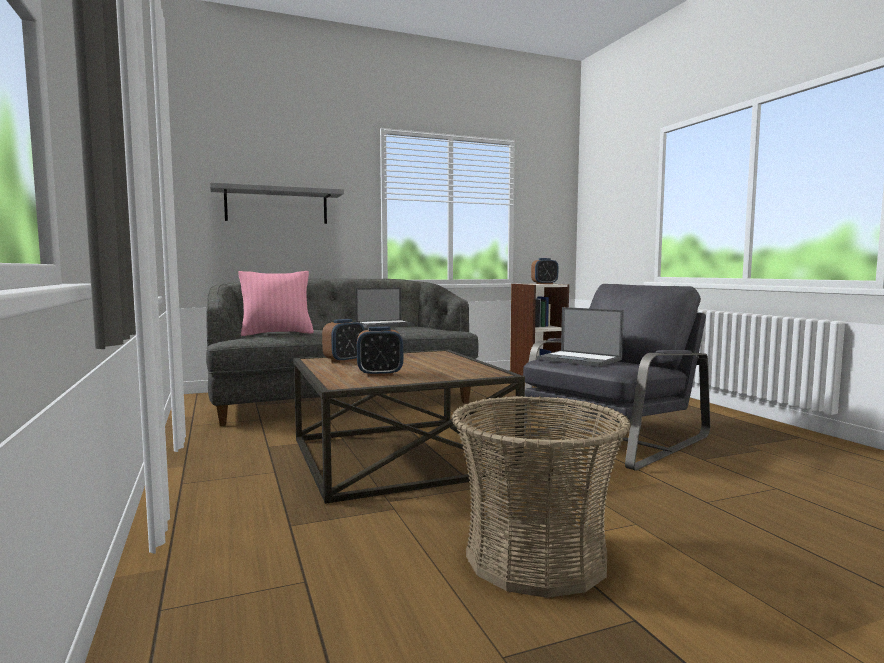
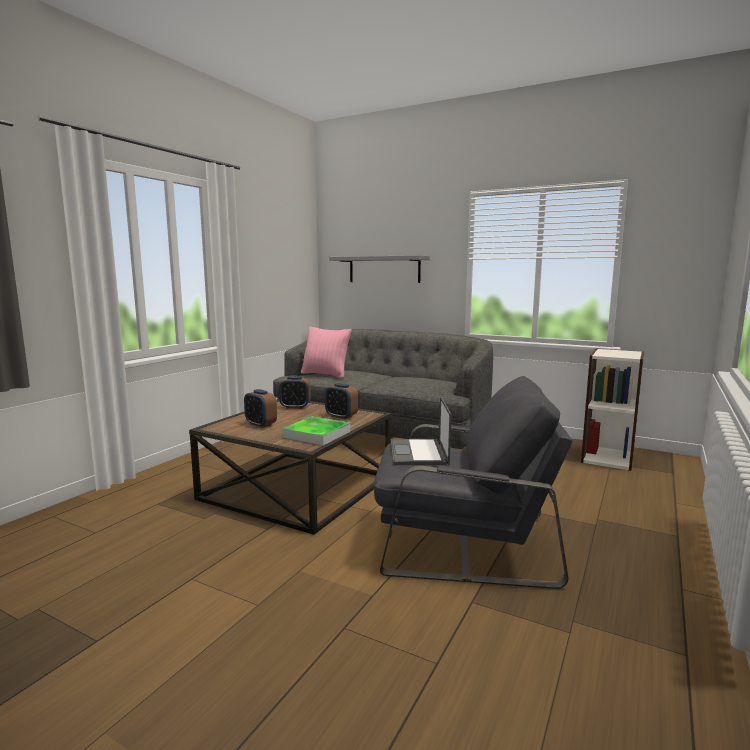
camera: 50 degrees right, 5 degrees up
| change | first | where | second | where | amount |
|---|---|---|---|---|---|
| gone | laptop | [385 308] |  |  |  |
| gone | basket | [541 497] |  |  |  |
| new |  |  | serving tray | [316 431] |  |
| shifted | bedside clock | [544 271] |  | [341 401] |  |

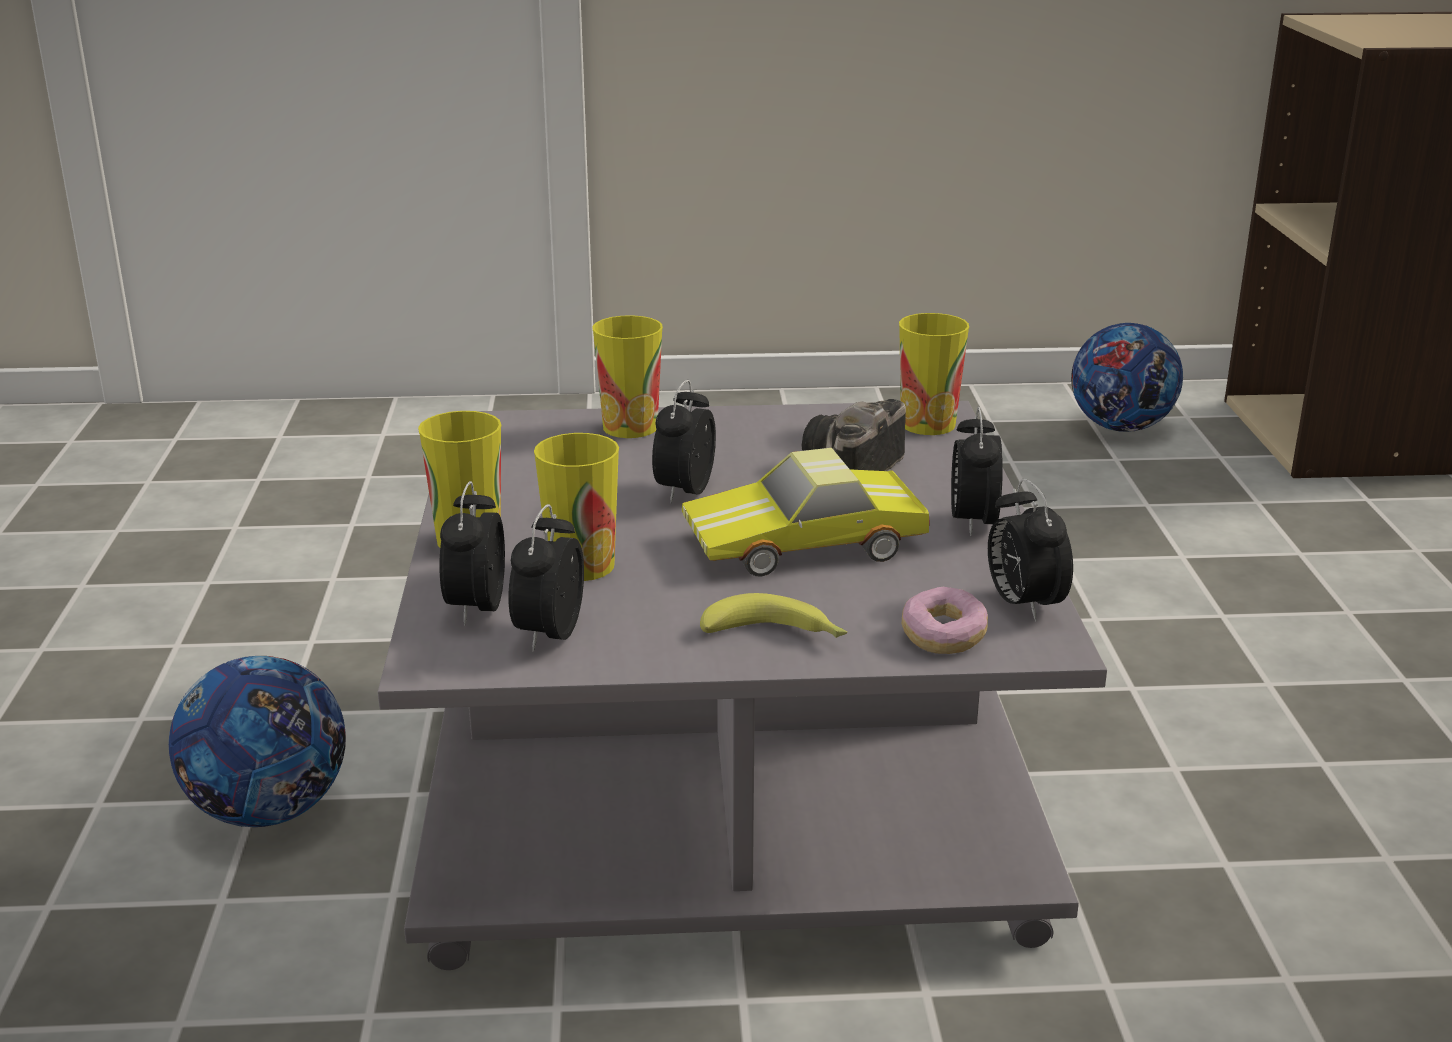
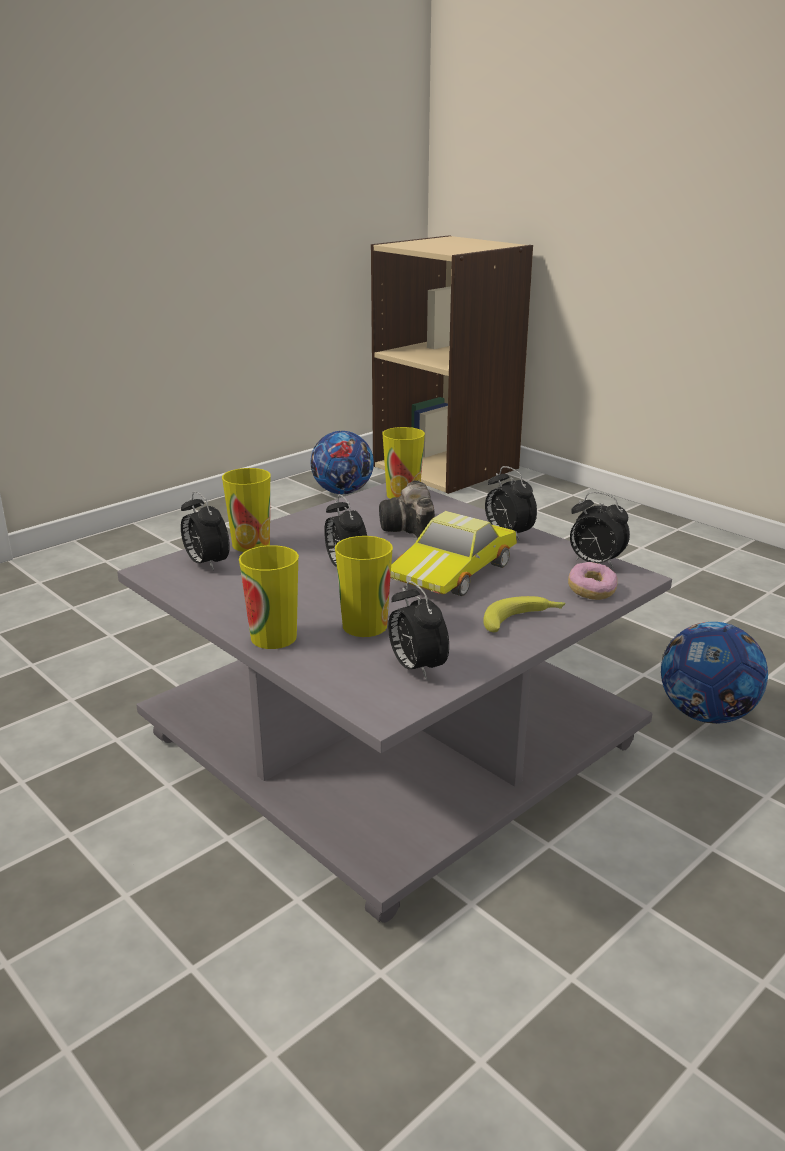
camera: 40 degrees left, 0 degrees up
| change | first | where | second | where | amount |
|---|---|---|---|---|---|
| shifted | football ball | [257 741] |  | [714 673] |  |
| shifted | bedside clock | [472 553] |  | [205 531] |  |

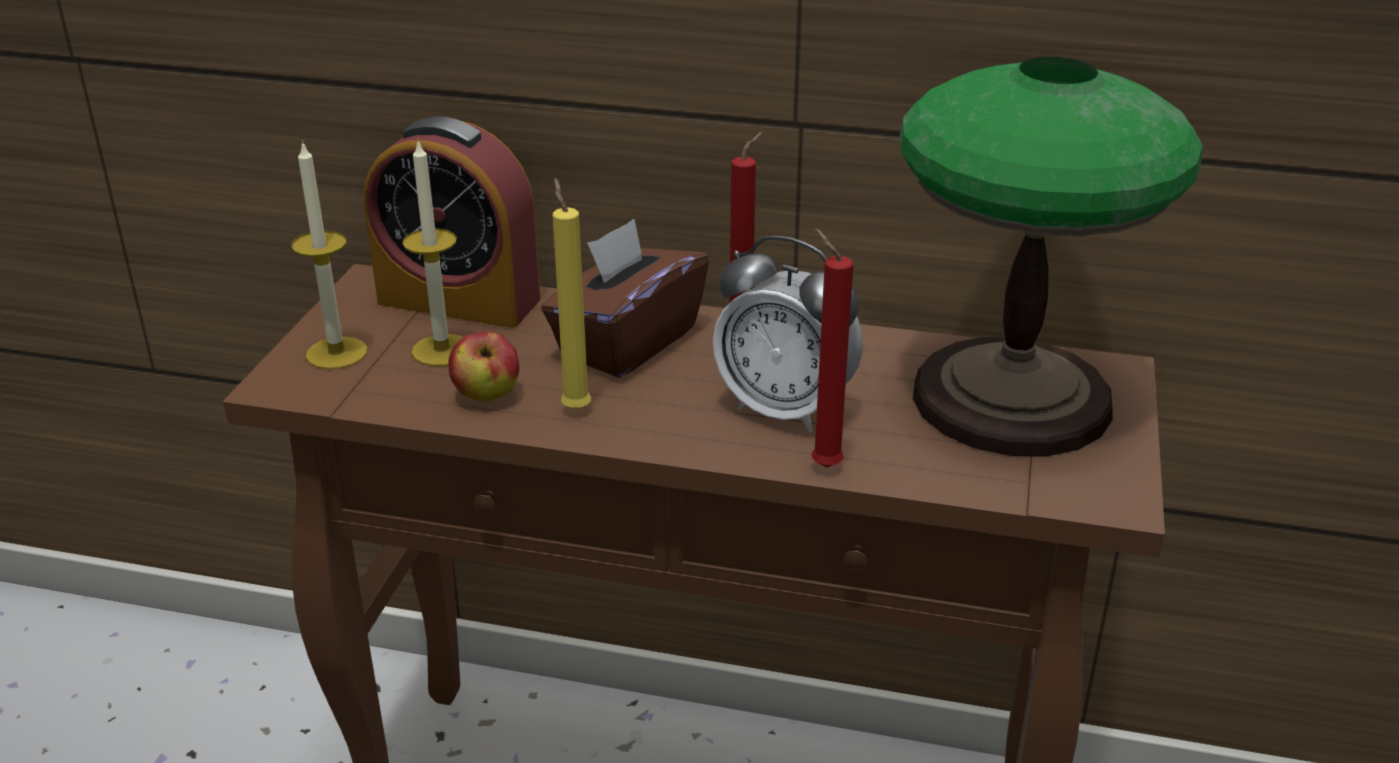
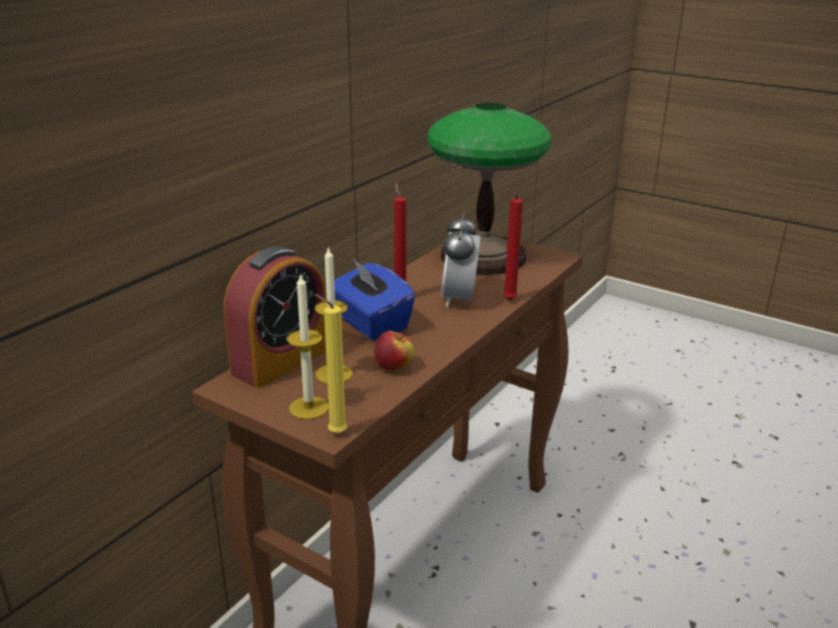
camera: 70 degrees left, 5 degrees down
| change | first | where | second | where | amount |
|---|---|---|---|---|---|
| shifted | yellowish wax light | [572 294] |  | [330 364] |  |
| repainted | brownish box of tissues | [625 298] | bluish box of tissues | [374 299] |  |
| rotated | bedside clock | [788 334] |  | [461 258] | 135 degrees clockwise |

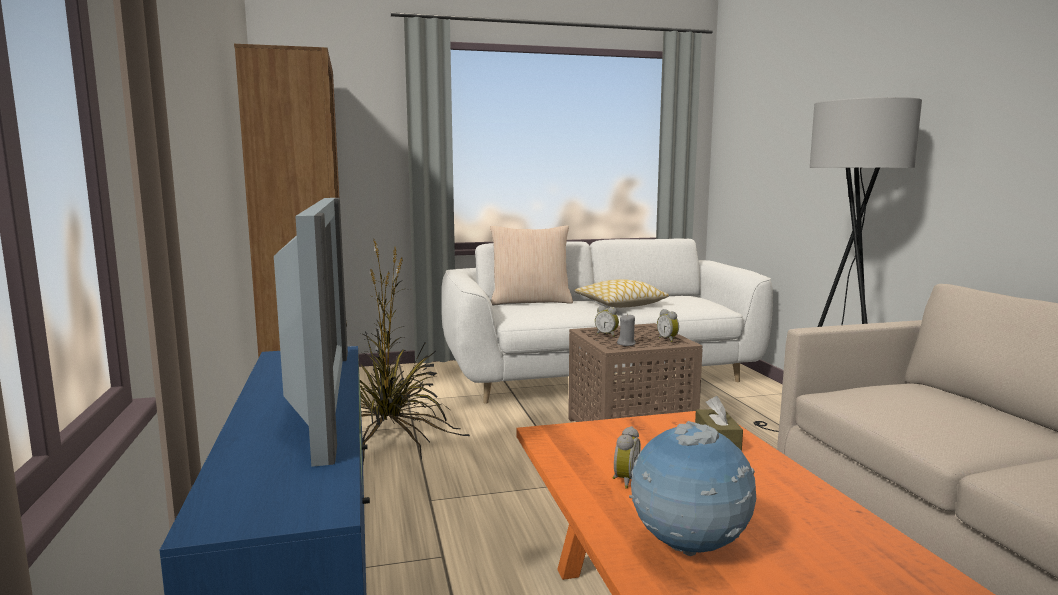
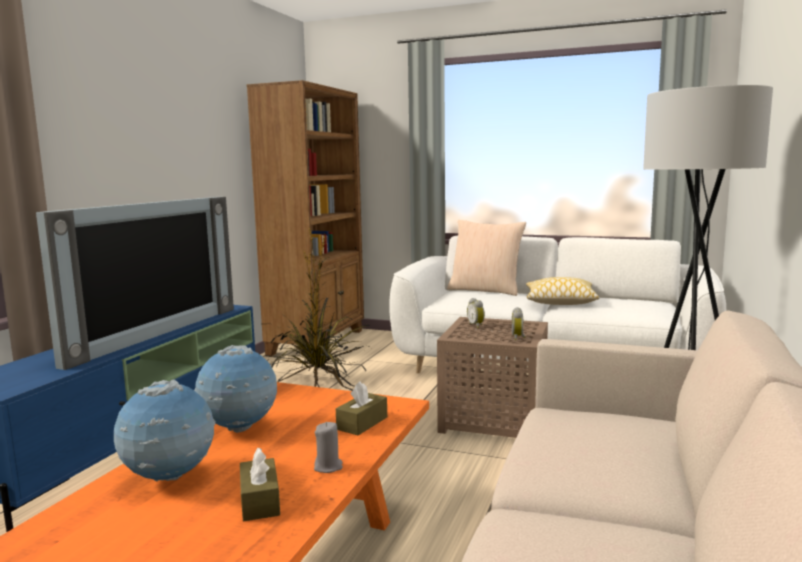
camera: 35 degrees right, 0 degrees up
| change | first | where | second | where | amount |
|---|---|---|---|---|---|
| new |  |  | brownish box of tissues | [260 484] |  |
| shifted | gray wax light | [626 330] |  | [328 447] |  |
| swapped | bedside clock | [627 457] | globe | [235 389] |  |

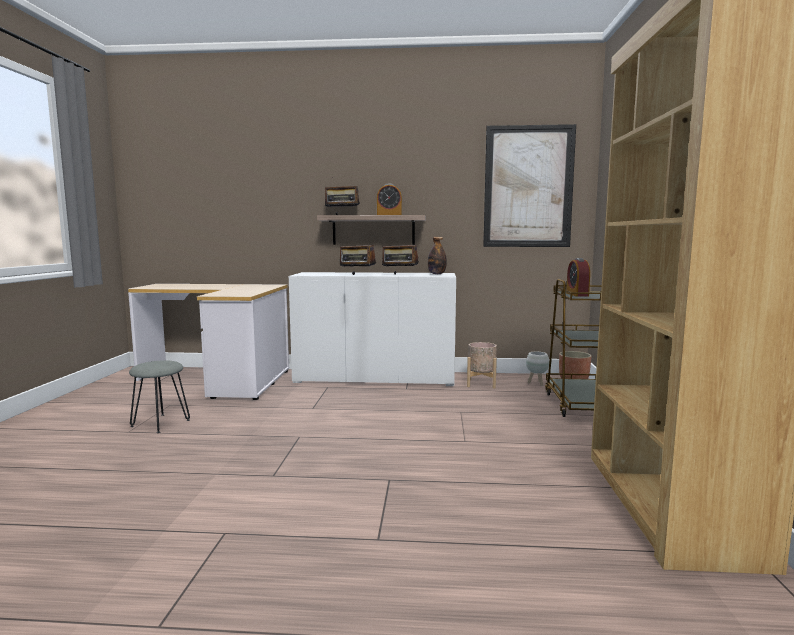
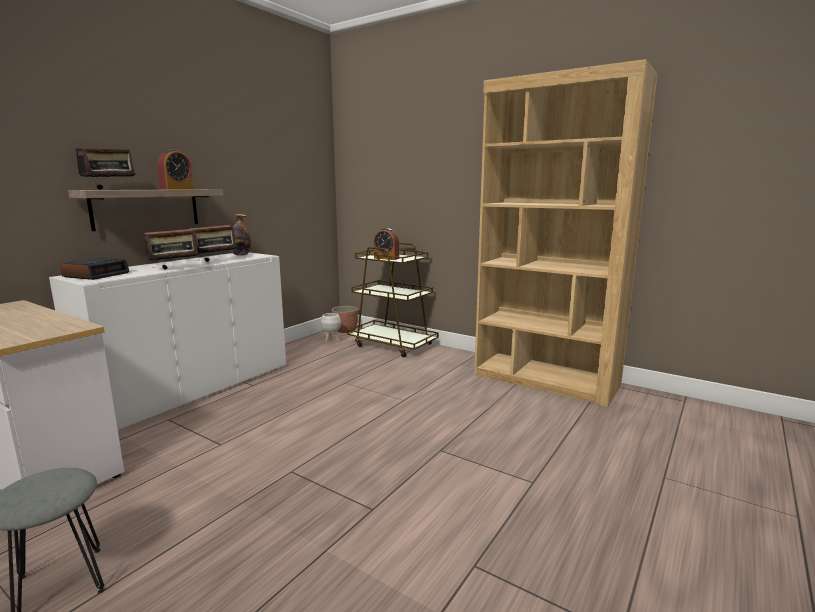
camera: 60 degrees left, 5 degrees up
| change | first | where | second | where | amount |
|---|---|---|---|---|---|
| gone | beige-coloured plant pot | [482 365] |  |  |  |
| gone | wall art | [529 185] |  |  |  |
| new |  |  | bedside clock | [95 269] |  |

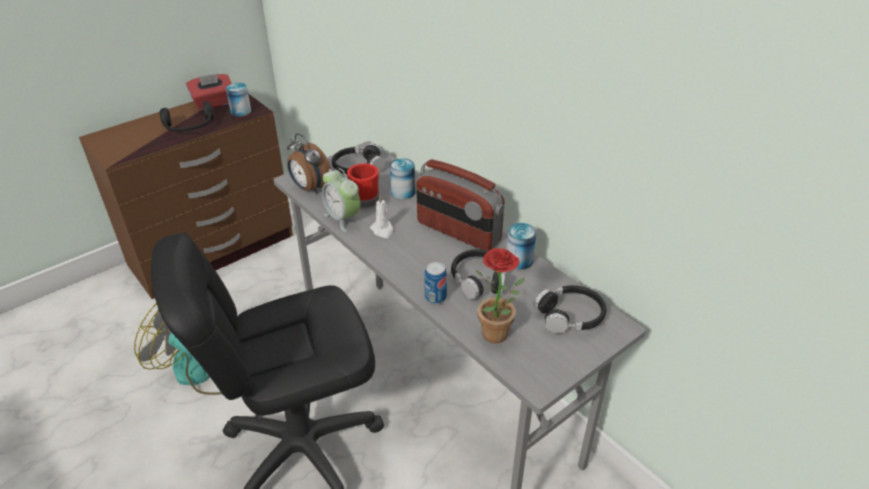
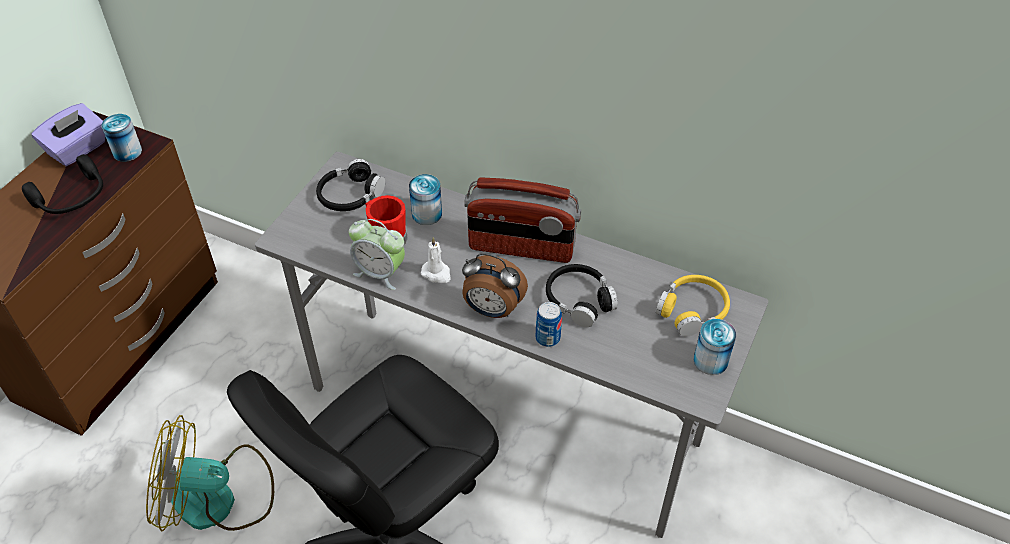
camera: 25 degrees left, 10 degrees up
| change | first | where | second | where | amount |
|---|---|---|---|---|---|
| gone | houseplant | [500 295] |  |  |  |
| shifted | bedside clock | [309 163] |  | [495 285] |  |
| shifted | sealed can | [521 246] |  | [715 347] |  |
| repainted | reddish box of tissues | [209 92] | purple-coloured box of tissues | [68 134] |  |
| repainted | black headphones | [570 309] | yellowish headphones | [693 305] |  |

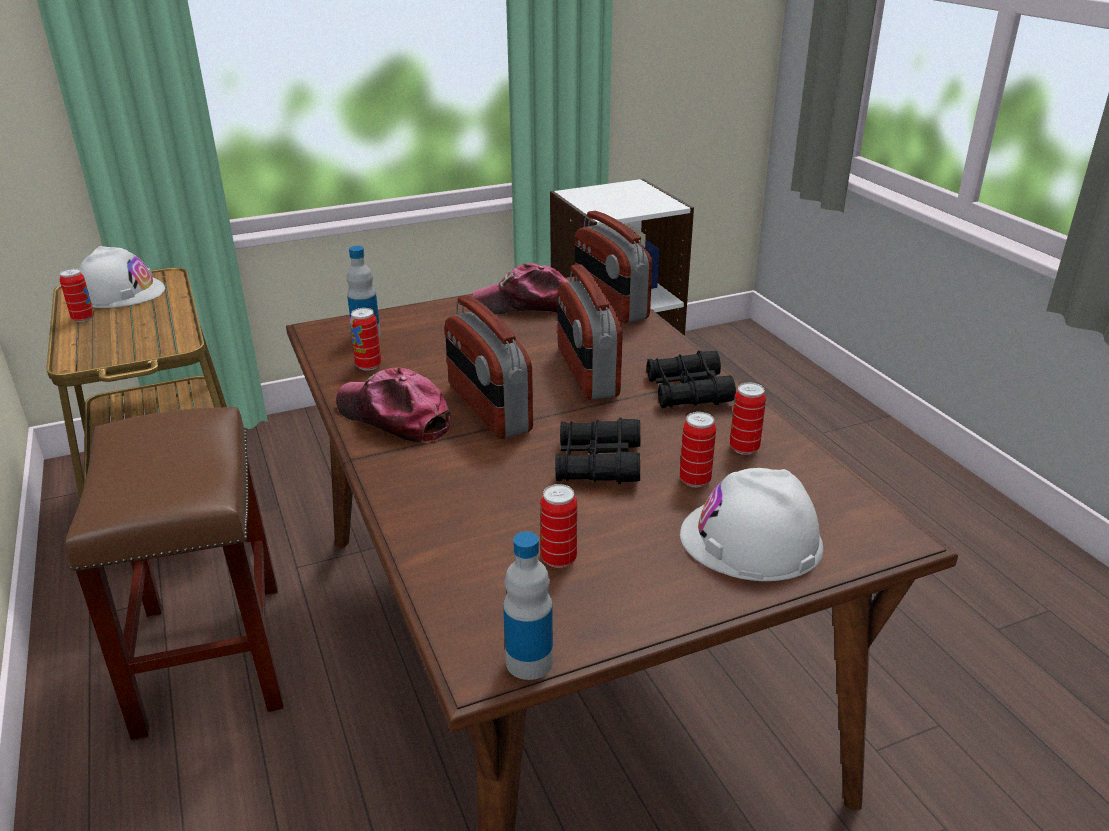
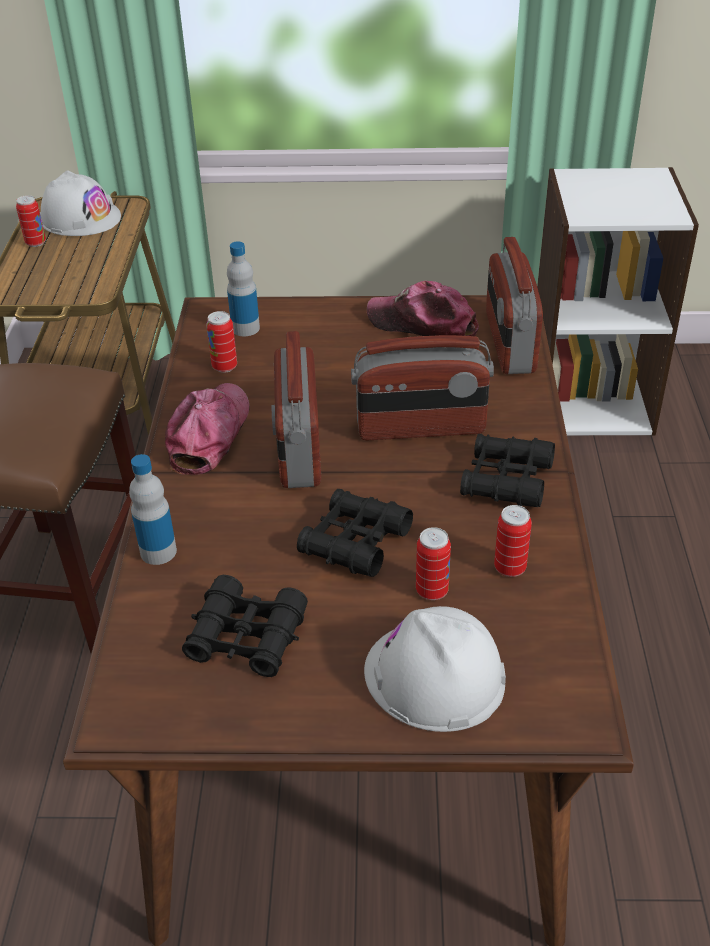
camera: 25 degrees right, 10 degrees up
| change | first | where | second | where | amount |
|---|---|---|---|---|---|
| shifted | beverage bottle | [528 606] |  | [153 509] |  |
| swapped | sealed can | [558 526] | black pair of binoculars | [245 626] |  |
| rotated | peaked cap | [393 405] |  | [207 429] | 45 degrees clockwise |
| rotated | radio set | [590 332] |  | [422 387] | 105 degrees counterclockwise |

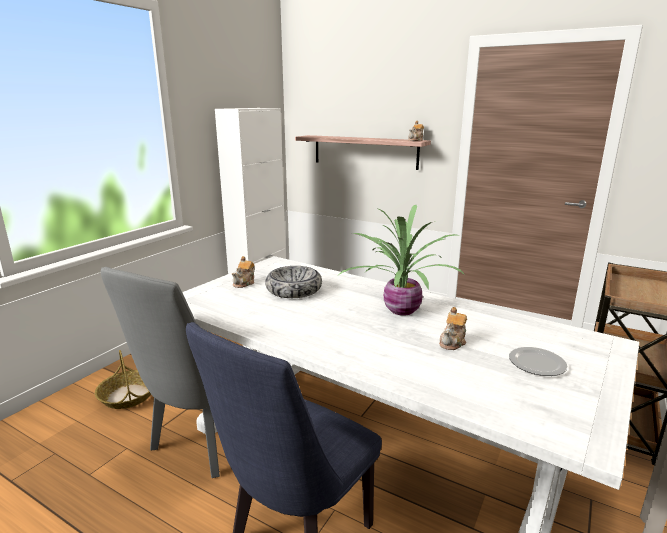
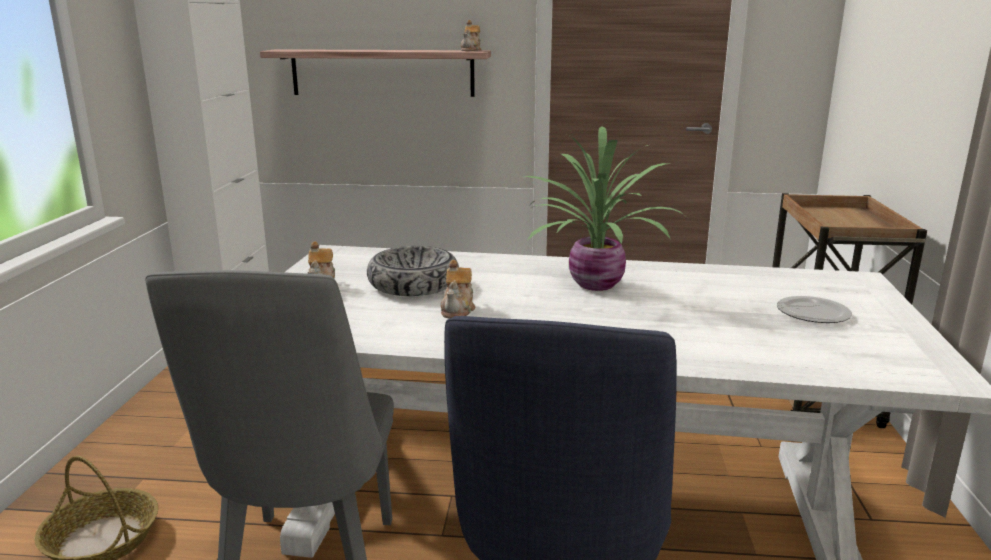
camera: 25 degrees left, 0 degrees up
| change | first | where | second | where | amount |
|---|---|---|---|---|---|
| shifted | tea pot | [453 328] |  | [458 289] |  |

